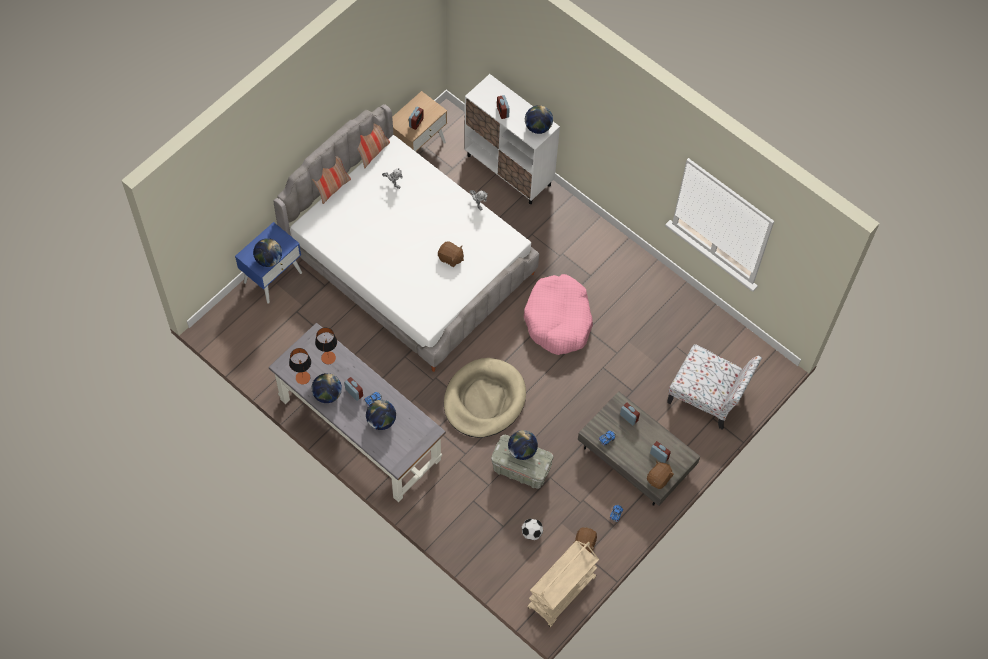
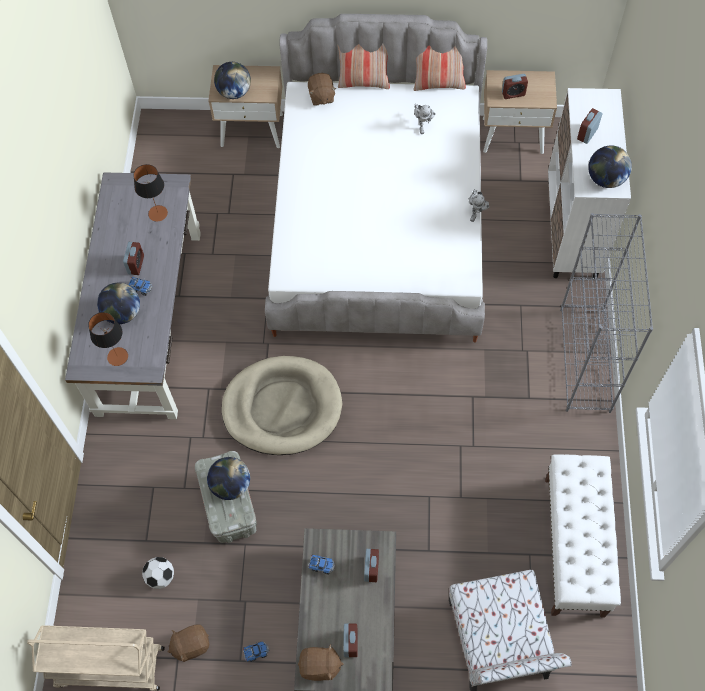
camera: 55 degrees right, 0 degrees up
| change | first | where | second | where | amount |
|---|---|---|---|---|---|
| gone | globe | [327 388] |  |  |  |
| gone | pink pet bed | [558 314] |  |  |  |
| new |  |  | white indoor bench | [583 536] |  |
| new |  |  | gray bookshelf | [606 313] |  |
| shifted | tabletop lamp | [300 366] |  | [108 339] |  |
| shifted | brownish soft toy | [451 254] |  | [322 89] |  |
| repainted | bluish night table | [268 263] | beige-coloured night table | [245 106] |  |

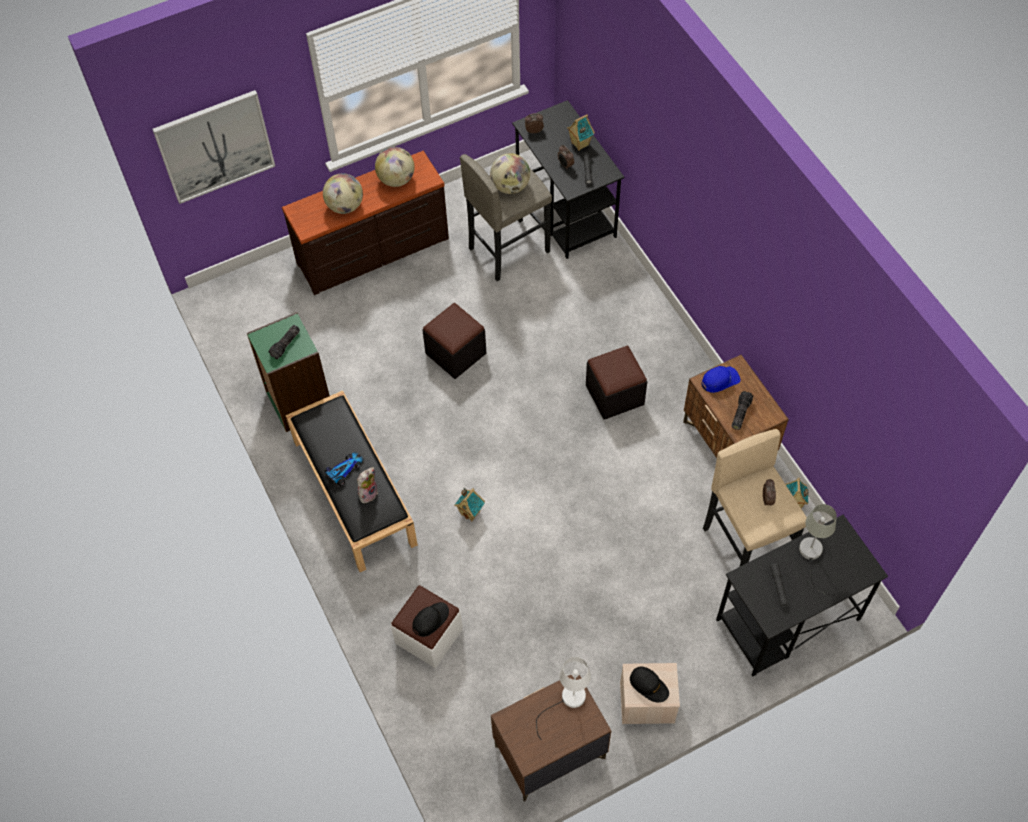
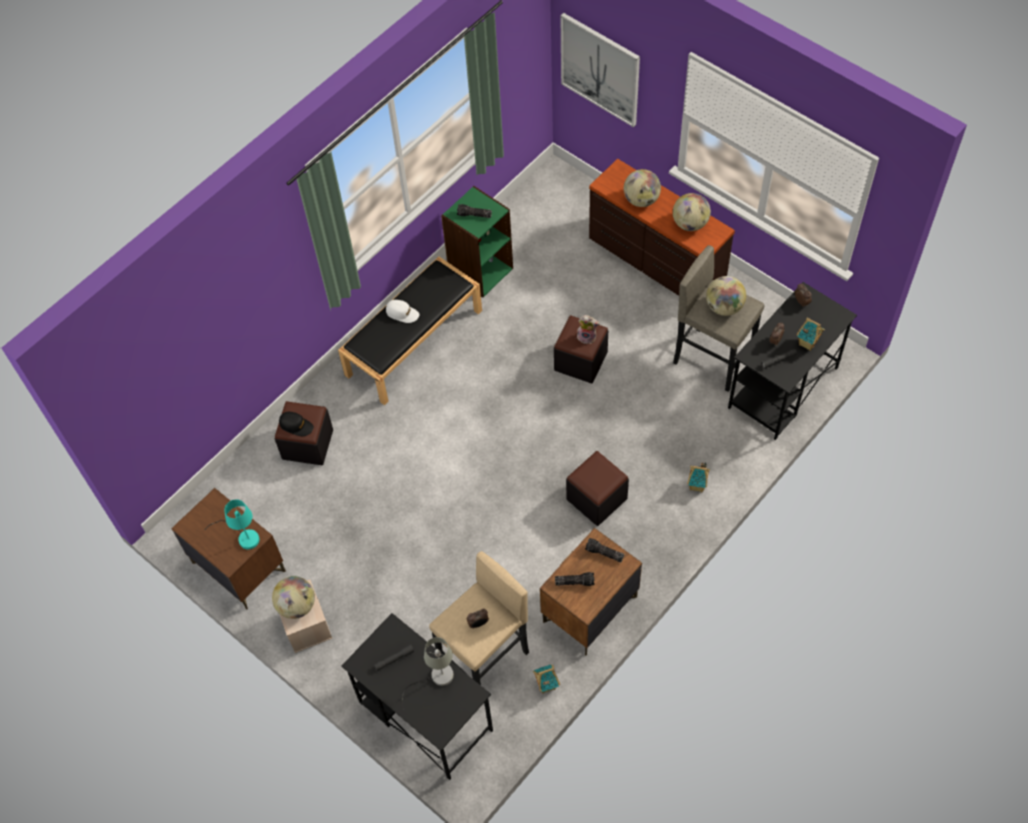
camera: 70 degrees right, 0 degrees up
| change | first | where | second | where | amount |
|---|---|---|---|---|---|
| shifted | soft toy | [367 485] |  | [588 329] |  |
| shifted | miniature house | [469 504] |  | [698 477] |  |
| swapped | miniature car | [344 469] | white peaked cap | [402 311] |  |
| swapped | black peaked cap | [649 685] | globe | [293 597] |  |
| swapped | bluish peaked cap | [720 379] | hand torch | [605 550] |  |
| repainted | white pouffe | [427 626] | black pouffe | [304 433] |  |
| repainted | white tabletop lamp | [563 698] | blue-green tabletop lamp | [232 524] |  |

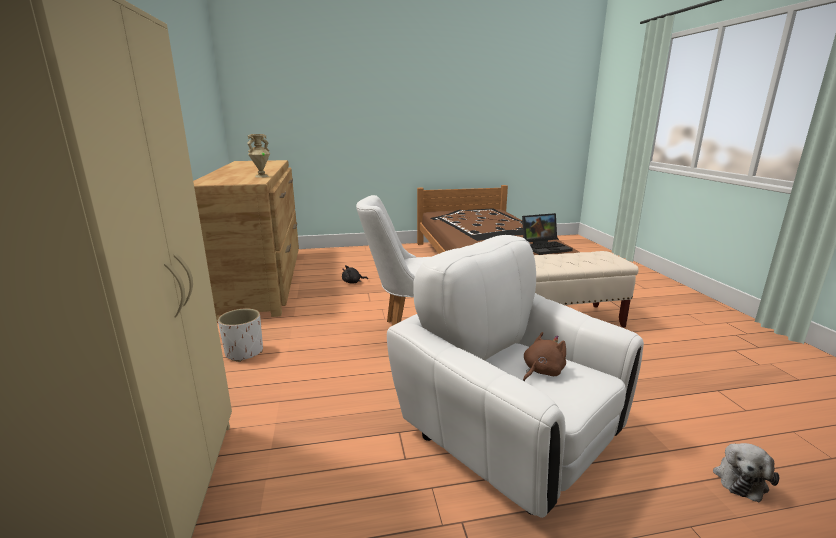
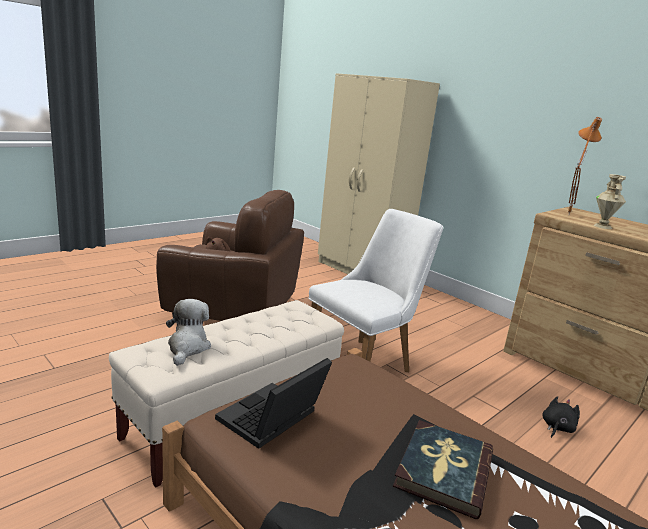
camera: 145 degrees right, 0 degrees up
| change | first | where | second | where | amount |
|---|---|---|---|---|---|
| gone | white plant pot | [240 335] |  |  |  |
| new |  |  | volume | [443 469] |  |
| new |  |  | orangey tabletop lamp | [585 165] |  |
| shifted | soft toy | [746 472] |  | [188 332] |  |
| repainted | white armchair | [515 376] | brownish armchair | [230 255] |  |

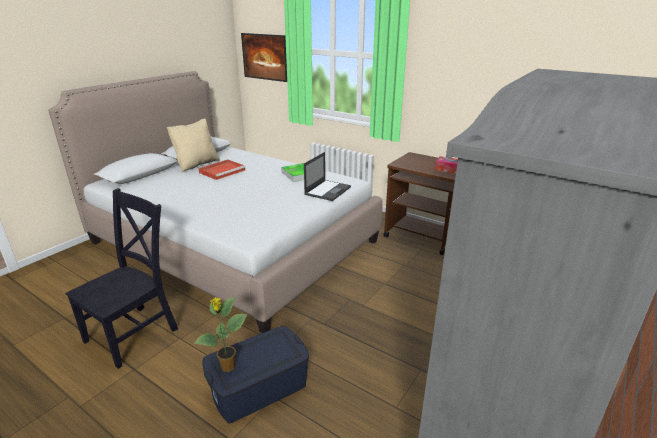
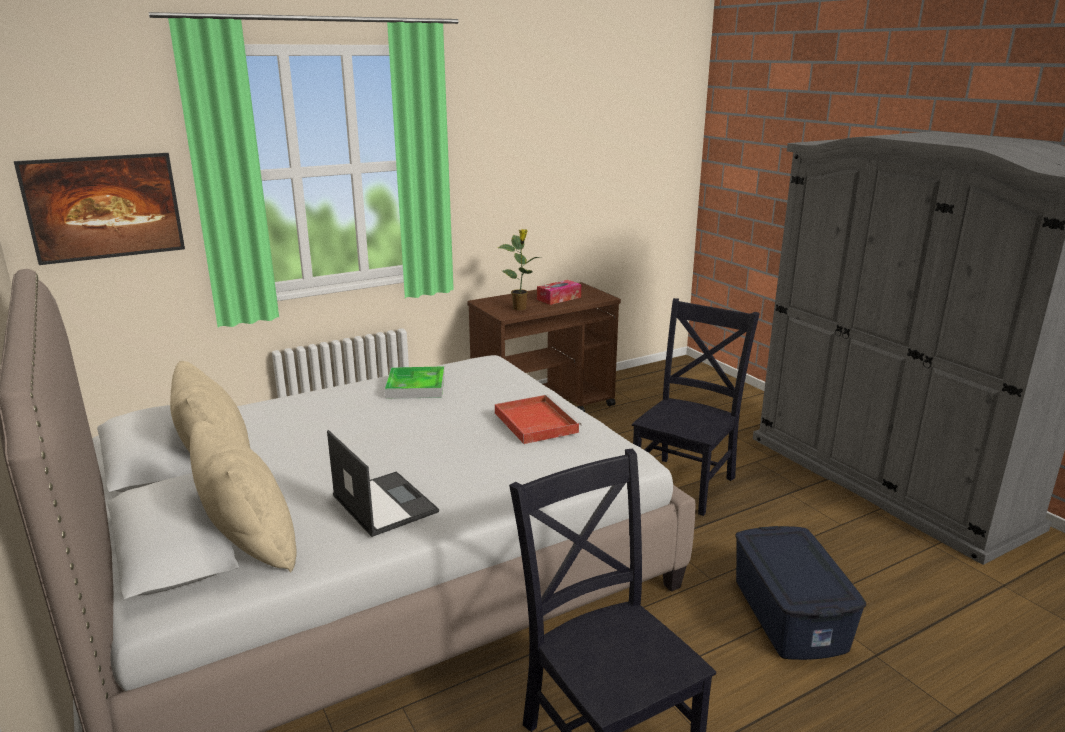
camera: 65 degrees left, 5 degrees down
| change | first | where | second | where | amount |
|---|---|---|---|---|---|
| new |  |  | beige-coloured cushion | [243 497] |  |
| new |  |  | black chair | [696 407] |  |
| shifted | houseplant | [220 334] |  | [520 269] |  |
| shifted | reddish serving tray | [222 169] |  | [538 419] |  |
| shifted | laptop | [327 176] |  | [383 483] |  |

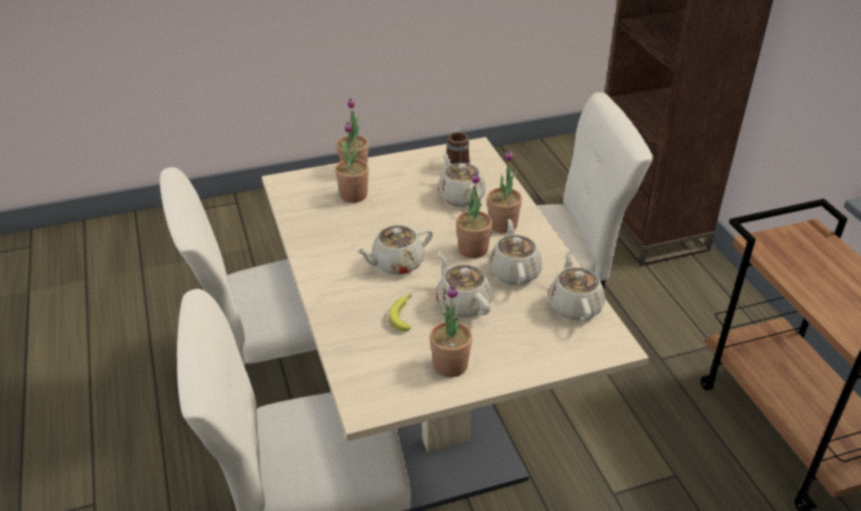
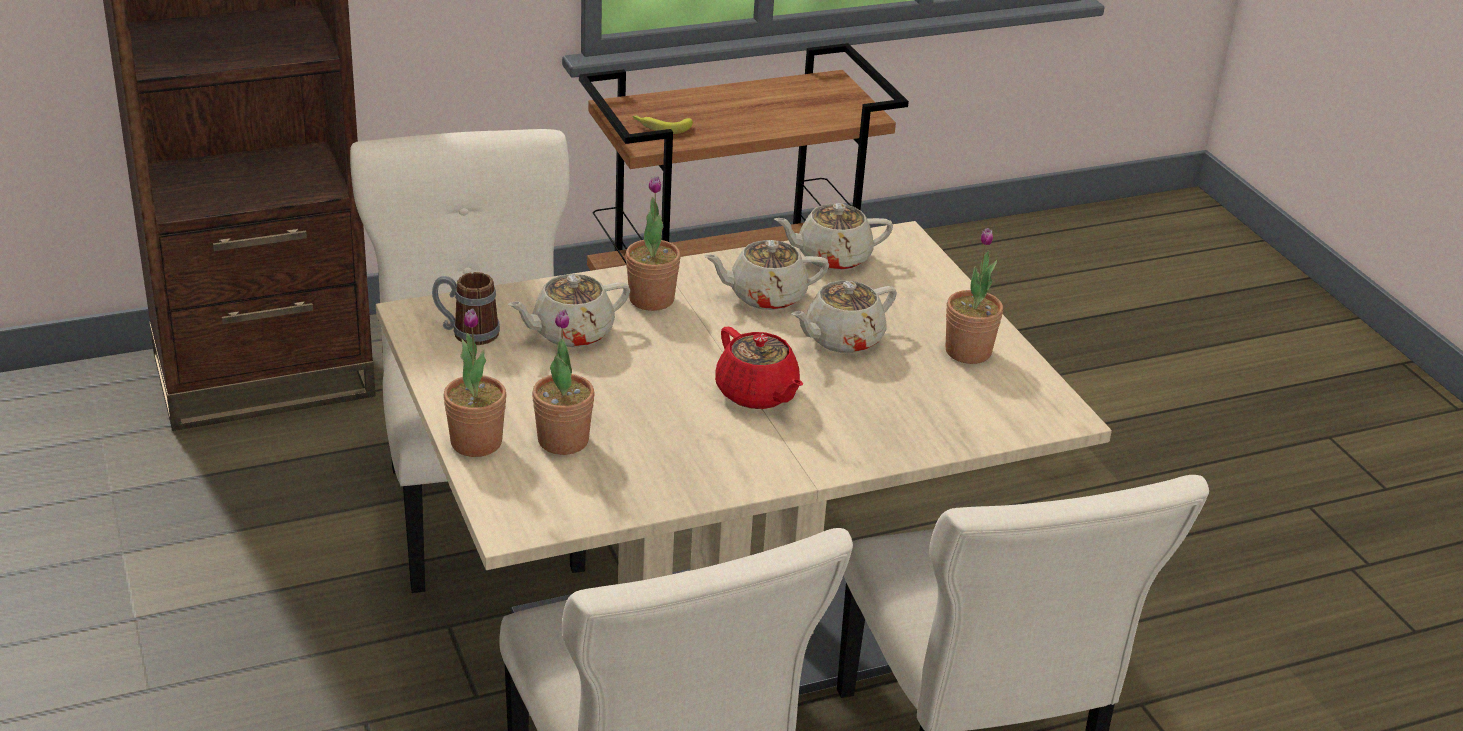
camera: 95 degrees left, 5 degrees down
| change | first | where | second | where | amount |
|---|---|---|---|---|---|
| gone | houseplant | [474 215] |  |  |  |
| shifted | banana | [400 312] |  | [662 124] |  |
| repainted | beige-coloured tea pot | [394 250] | reddish tea pot | [759 368] |  |

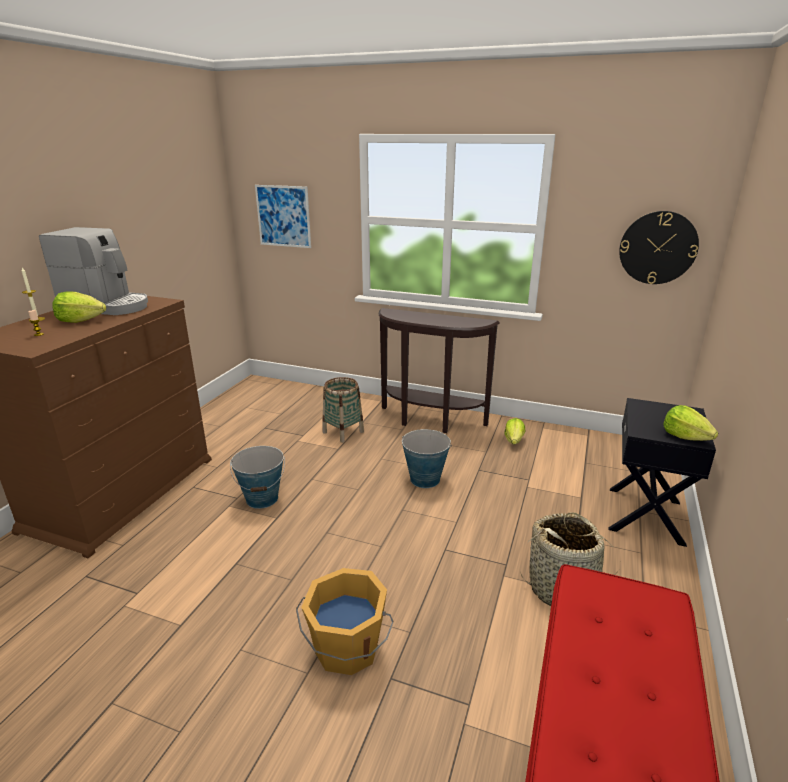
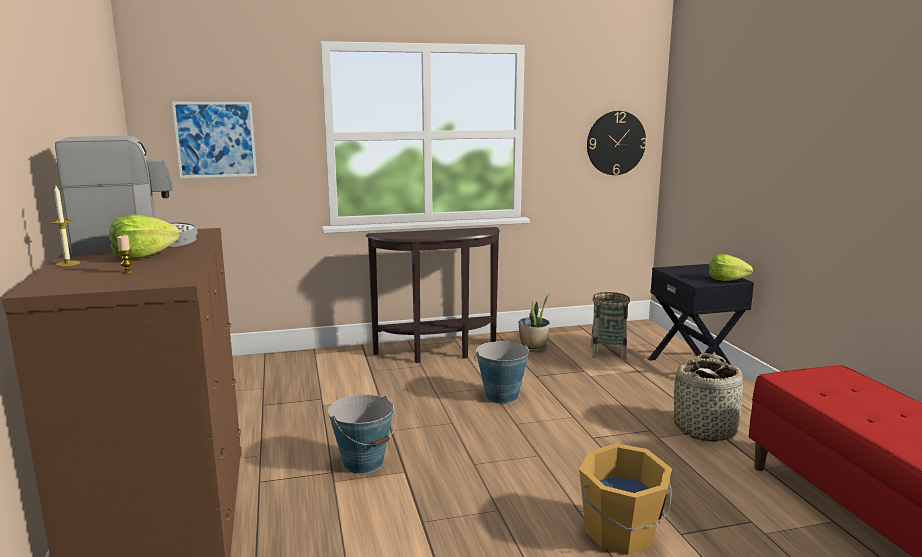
camera: 35 degrees left, 10 degrees down
| change | first | where | second | where | amount |
|---|---|---|---|---|---|
| shifted | basket | [343 410] |  | [610 326] |  |
| swapped | lettuce | [515 431] | houseplant | [534 323] |  |

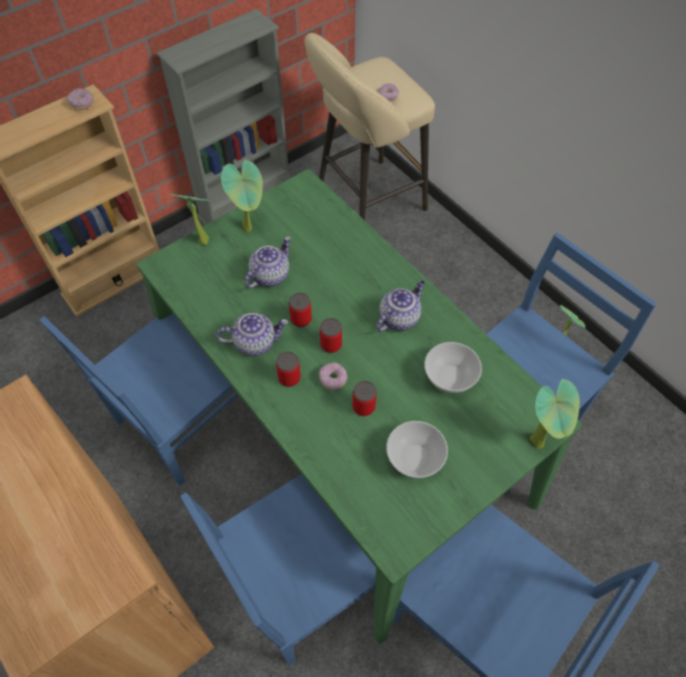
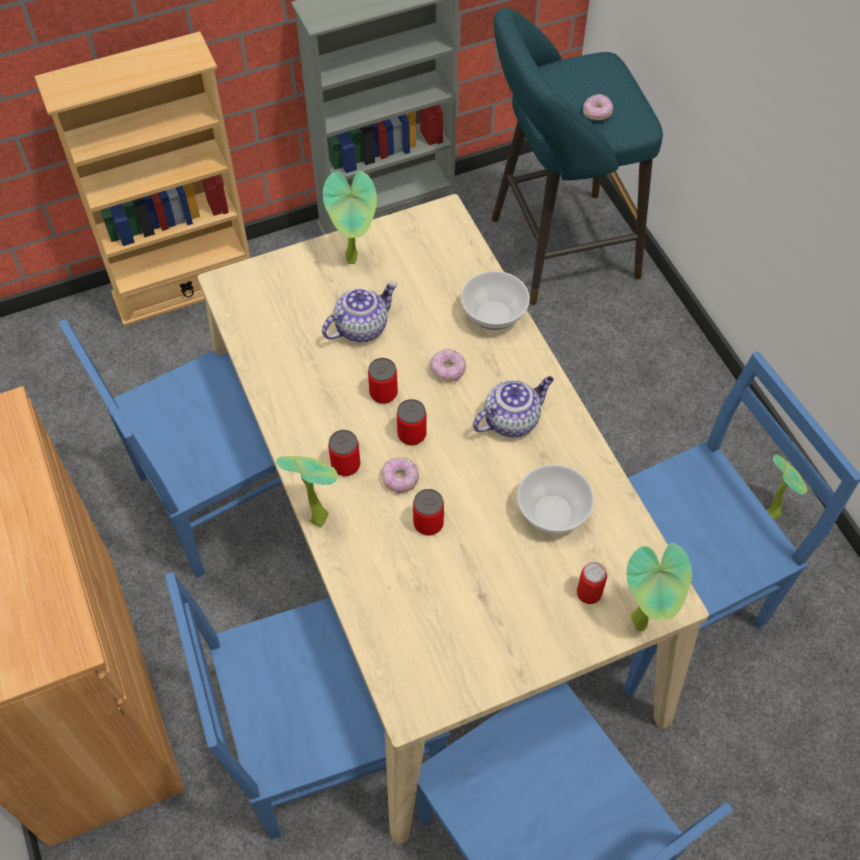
camera: 15 degrees right, 0 degrees up
| change | first | where | second | where | amount |
|---|---|---|---|---|---|
| gone | tea pot | [252 334] |  |  |  |
| new |  |  | sealed can | [592 583] |  |
| shifted | ring doughnut | [80 99] |  | [448 365] |  |
| shifted | houseplant | [190 219] |  | [306 491] |  |
| shifted | deep dish | [417 449] |  | [495 300] |  |
| repainted | greenish dinner table | [359 406] | beige-coloured dinner table | [453 519] |  |
| repainted | beige-coloured stool seat | [370 126] | blue-green stool seat | [577 156] |  |

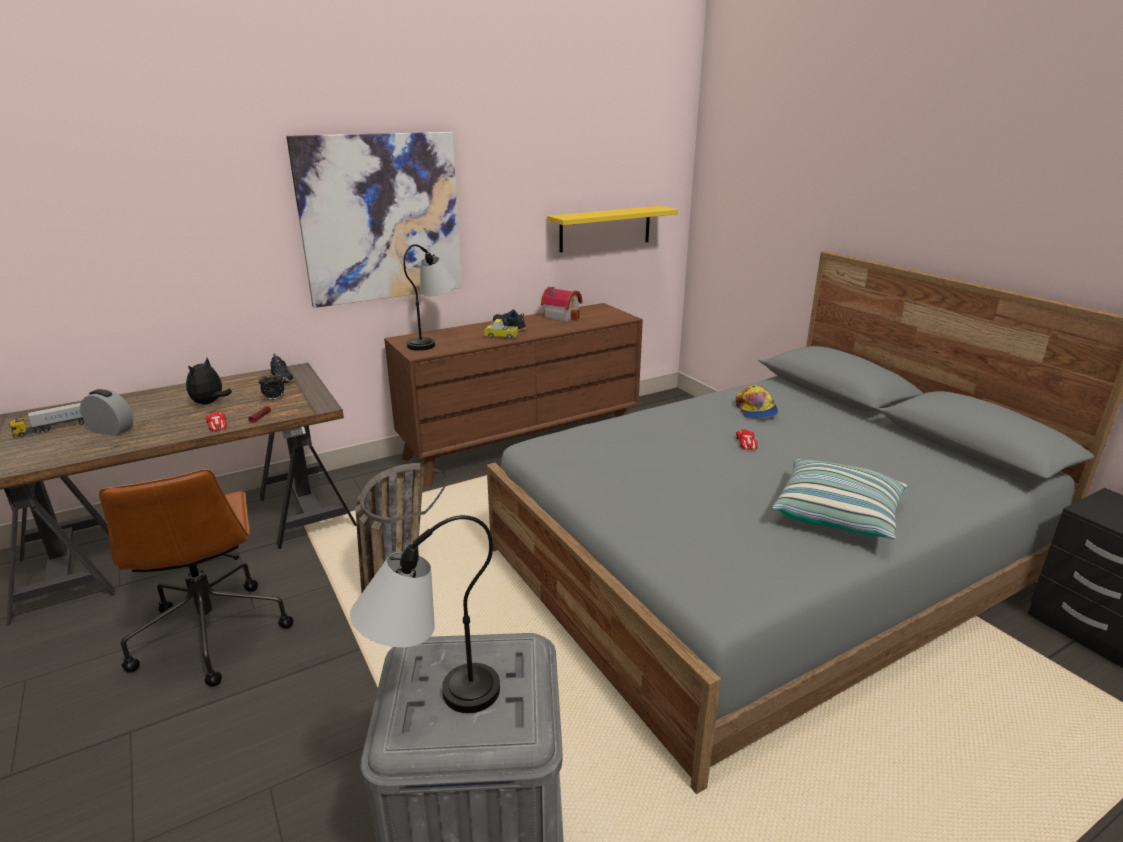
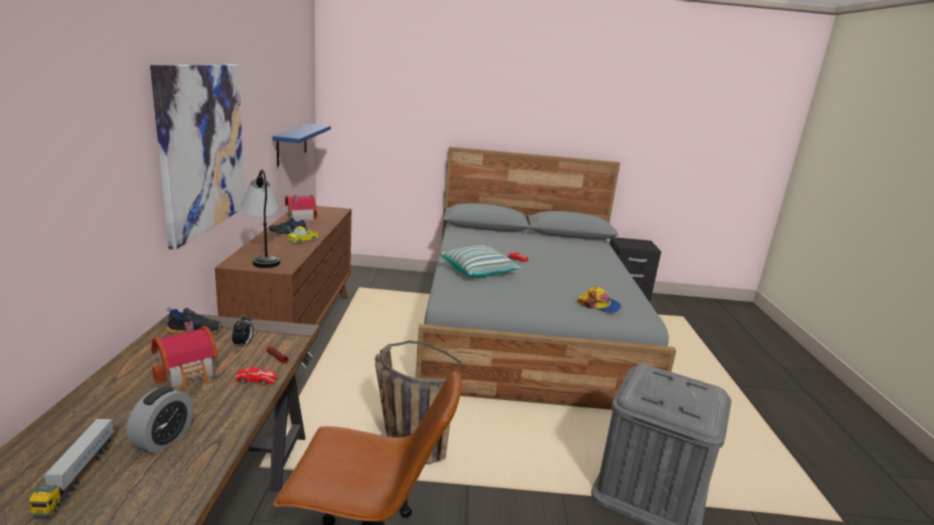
camera: 60 degrees left, 5 degrees down
| change | first | where | second | where | amount |
|---|---|---|---|---|---|
| gone | tabletop lamp | [425 614] |  |  |  |
| shifted | peaked cap | [757 402] |  | [599 299] |  |
| shifted | cushion | [840 499] |  | [481 261] |  |
| swapped | soft toy | [209 381] | miniature house | [184 356] |  |
| repainted | yellowish wall shelf | [612 229] | bluish wall shelf | [301 145] |  |
| rotated | bedside clock | [106 412] |  | [160 420] | 150 degrees clockwise |

